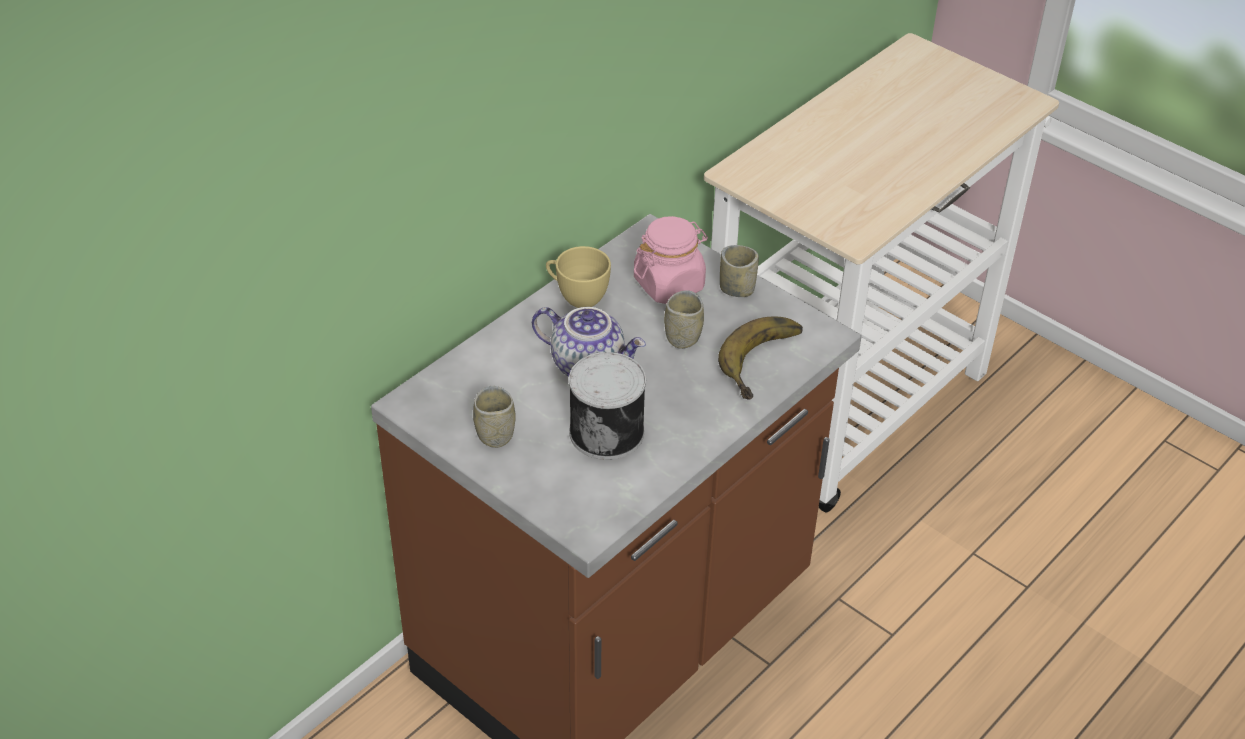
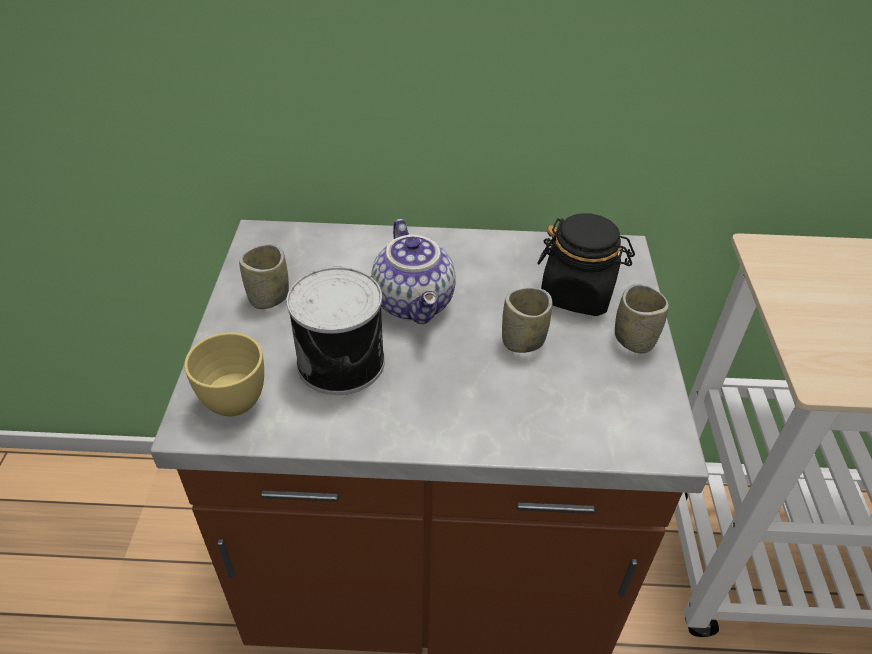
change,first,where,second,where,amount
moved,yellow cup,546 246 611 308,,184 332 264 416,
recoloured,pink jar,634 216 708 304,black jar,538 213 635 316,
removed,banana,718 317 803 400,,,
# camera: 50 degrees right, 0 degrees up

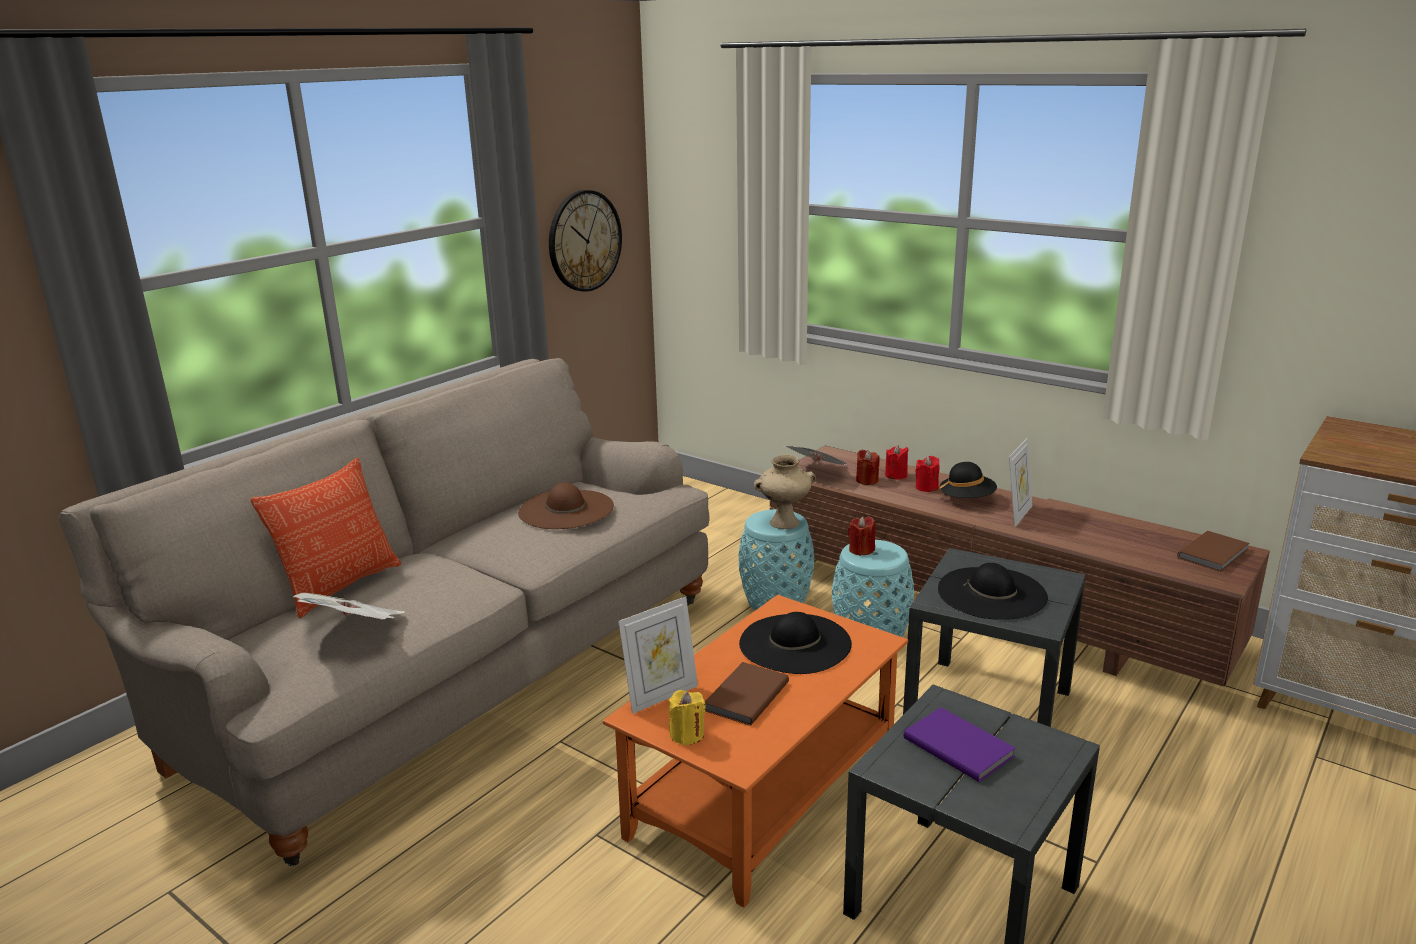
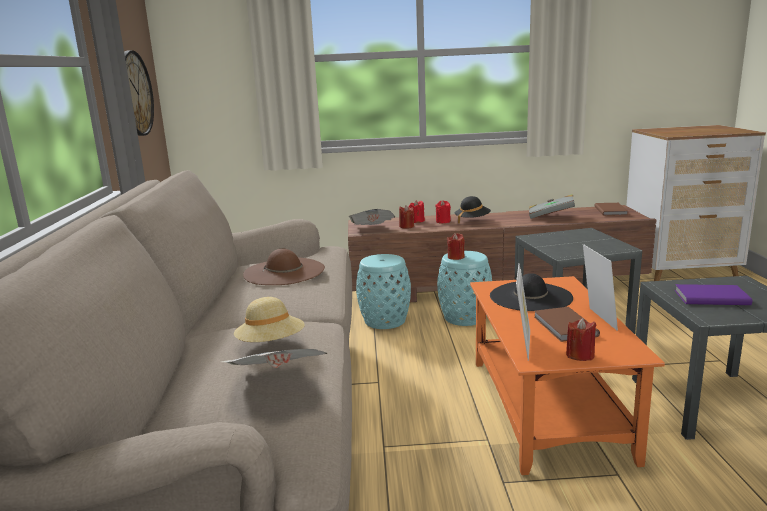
change,first,where,second,where,amount
removed,orange pillow,251 458 401 618,,,
recoloured,yellow candle,669 690 706 745,red candle,566 318 597 361,
removed,beige vase,754 455 816 529,,,
removed,black hat,938 563 1048 620,,,
moved,picture frame,1009 438 1032 527,,583 244 618 331,
added,,,beige hat,234 297 305 342,
added,,,grey book,529 194 575 219,
# camera: 40 degrees left, 5 degrees down

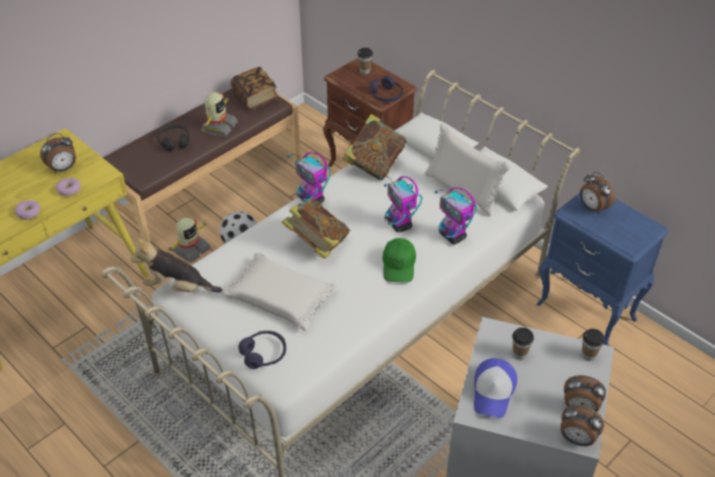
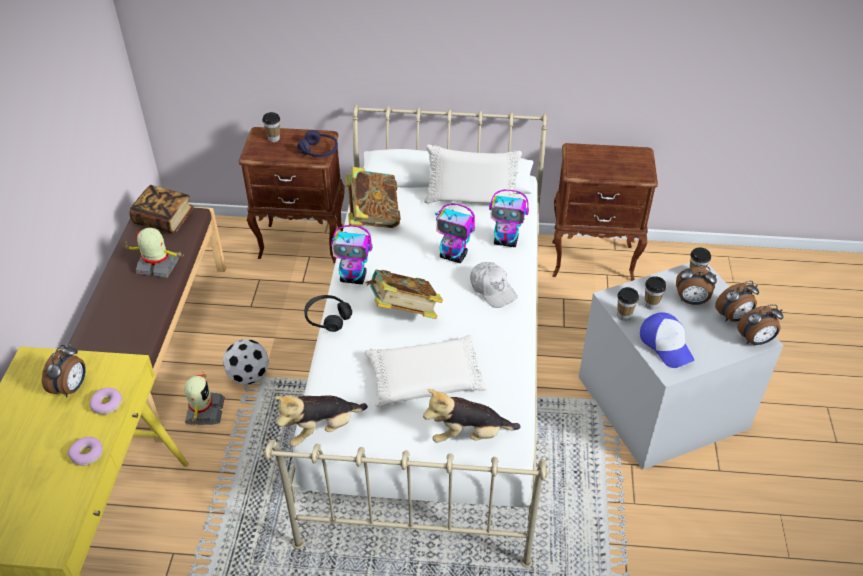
change,first,where,second,where,amount
moved,black headphones,157 124 189 152,,304 295 352 332,
turned,toy robot,201 92 238 137,,123 228 183 278,60 degrees counterclockwise
replaced,purple headphones,238 331 286 369,plush toy,423 389 521 443,
recoloured,green cap,382 238 416 282,white cap,470 262 517 308,
recoloured,blue nightstand,536 193 669 345,brown nightstand,552 143 658 281,
moved,alarm clock,580 172 615 214,,676 265 717 305,
added,,,cup,617 287 639 321,
# camera: 40 degrees left, 0 degrees up

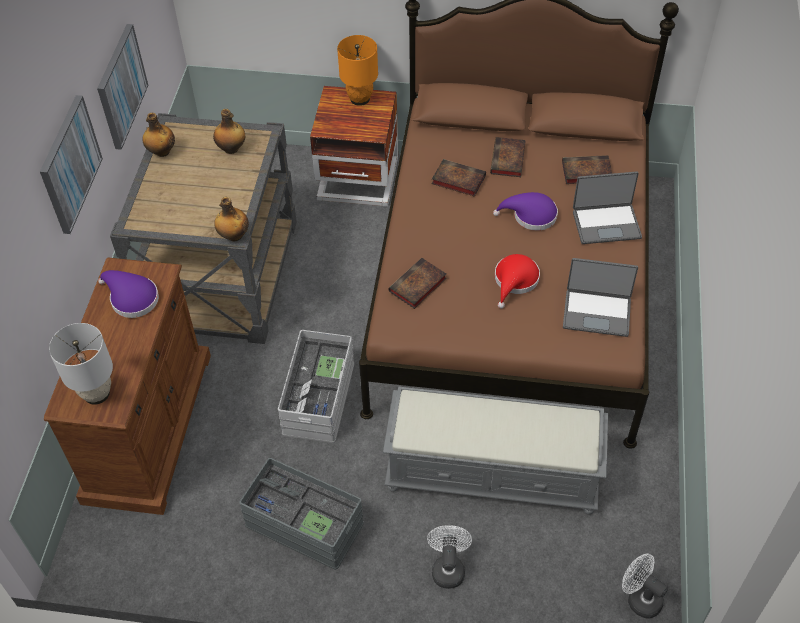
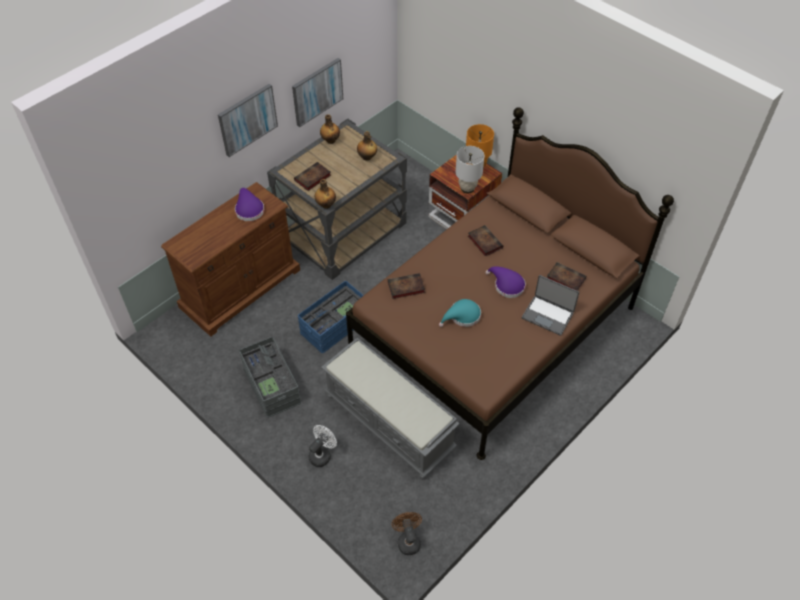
change,first,where,second,where,amount
moved,white table lamp,49 323 113 405,,455 146 484 194,
recoloured,grey storage box,278 330 354 443,blue storage box,298 281 364 353,
moved,book,490 137 526 177,,294 162 331 191,
recoloured,red hat,495 254 540 308,turquoise hat,439 299 481 327,
removed,laptop,563 258 638 337,,,
recoloured,white fan,622 553 668 618,brown fan,392 512 422 555,
# camera: 35 degrees right, 0 degrees up

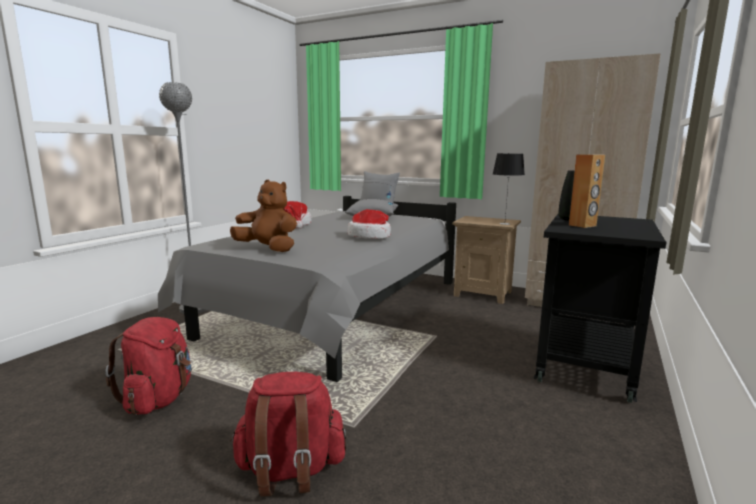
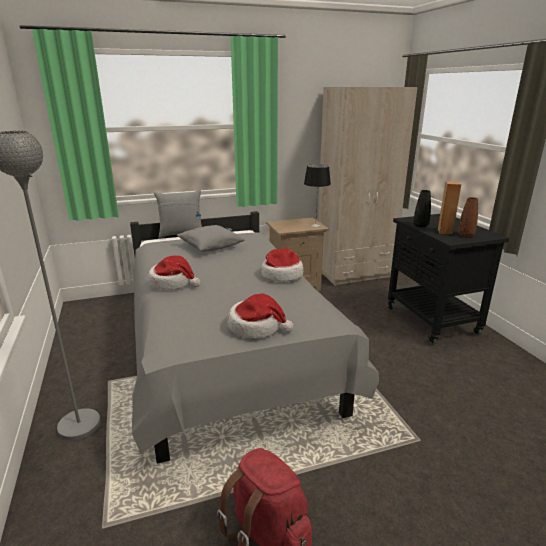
change,first,where,second,where,amount
replaced,brown plush toy,230 179 297 252,hat,228 293 293 339,
removed,red backpack,230 372 346 496,,,
added,,,brown vase,458 197 478 237,
# camera: 45 degrees left, 10 degrees up

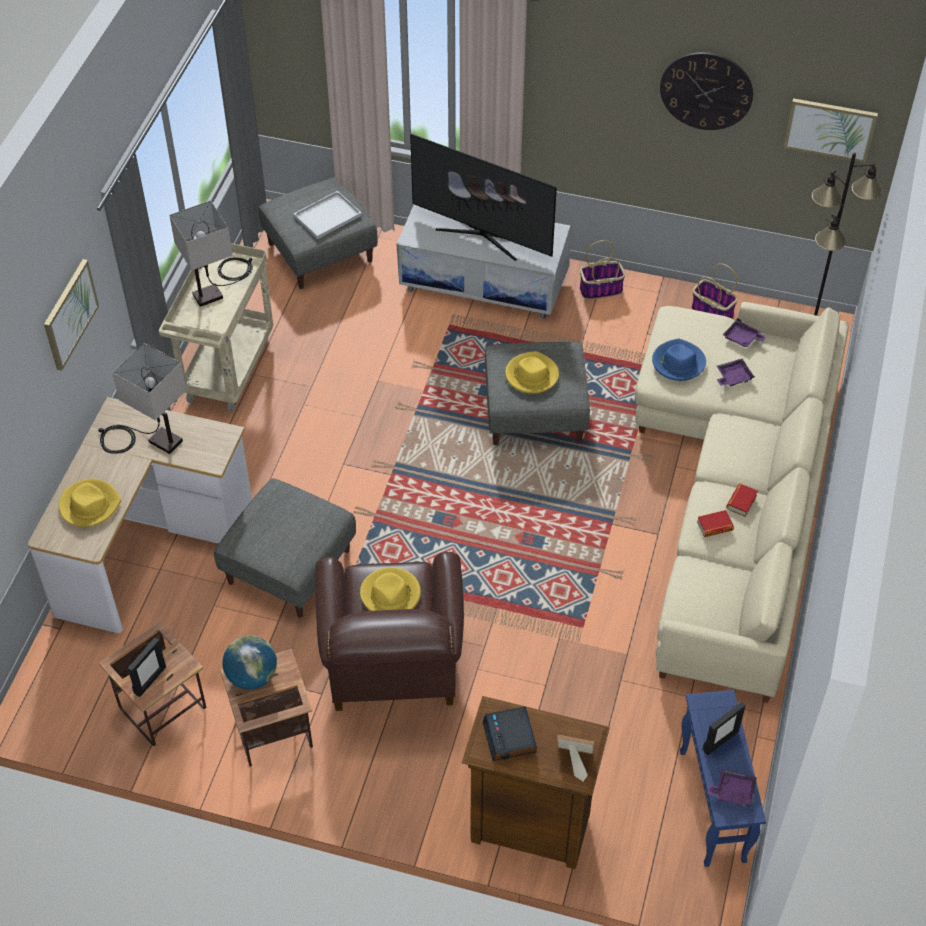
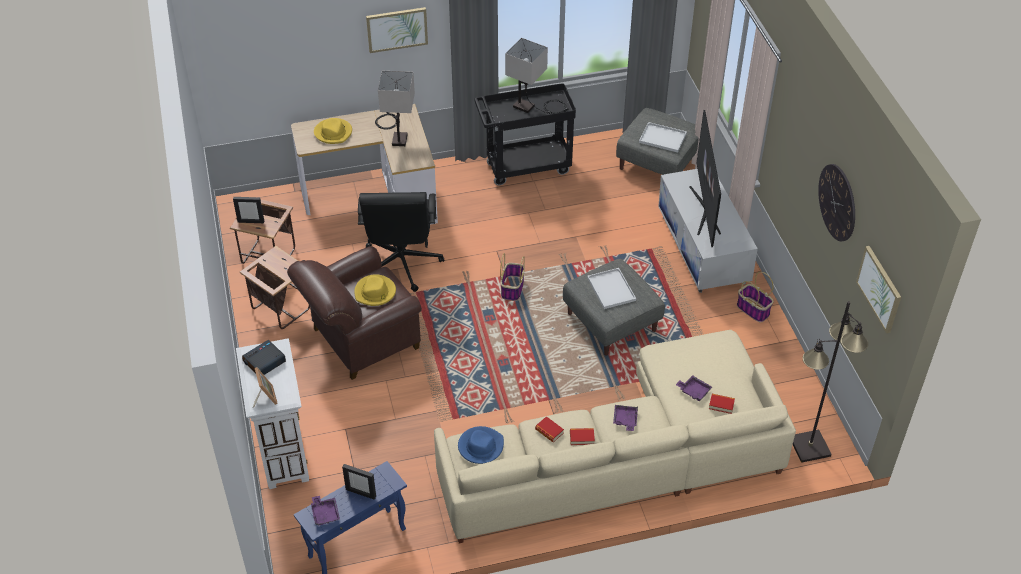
change,first,where,second,where,amount
recoloured,beige cart,159 243 273 412,black cart,475 84 576 185,
replaced,grey ottoman,214 478 356 618,black office chair,358 192 444 292,
removed,globe,223 635 277 690,,,
recoloured,brown cabinet,461 696 610 869,white cabinet,236 338 309 489,
replaced,yellow hat,505 351 559 394,white tray,587 268 636 309,
moved,blue hat,652 339 706 381,,458 426 504 464,
moved,basket,691 263 738 318,,500 253 525 301,
moved,purple tray,723 318 766 347,,613 405 638 431,
added,,,book,709 394 735 414,
# camera: 60 degrees right, 5 degrees down

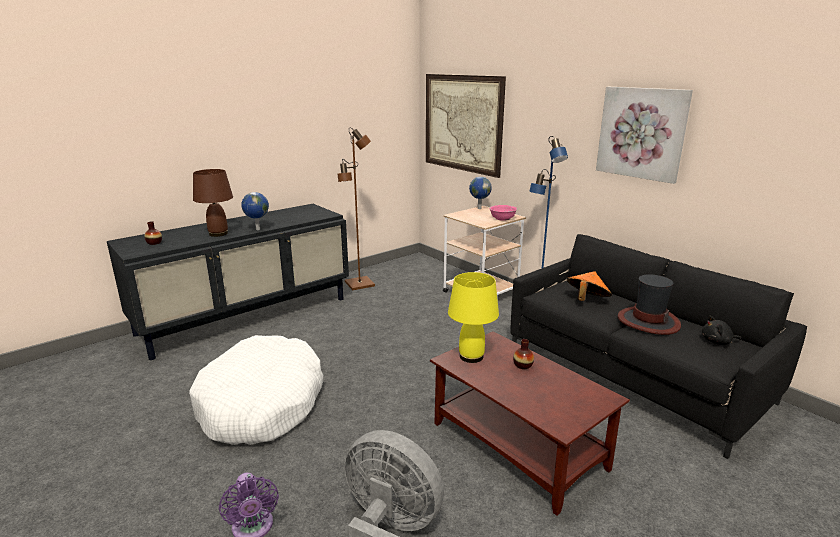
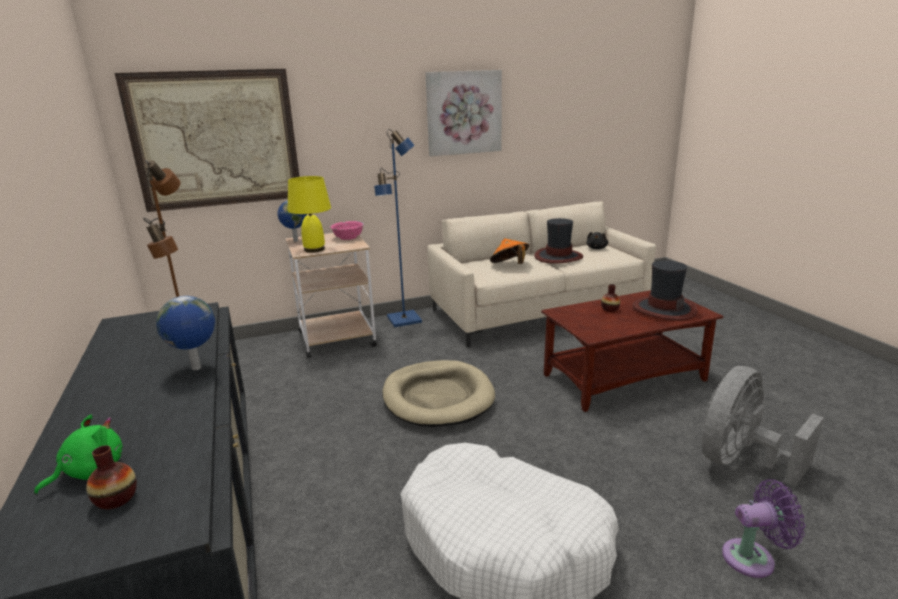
change,first,where,second,where,amount
removed,brown table lamp,193 169 233 237,,,
moved,yellow table lamp,448 272 499 363,,288 176 331 253,
recoloured,black sofa,510 234 807 459,beige sofa,428 201 656 347,
added,,,green plush toy,34 415 122 495,
added,,,beige dog bed,382 360 495 427,
added,,,hat,632 260 697 321,
# camera: 70 degrees left, 0 degrees up

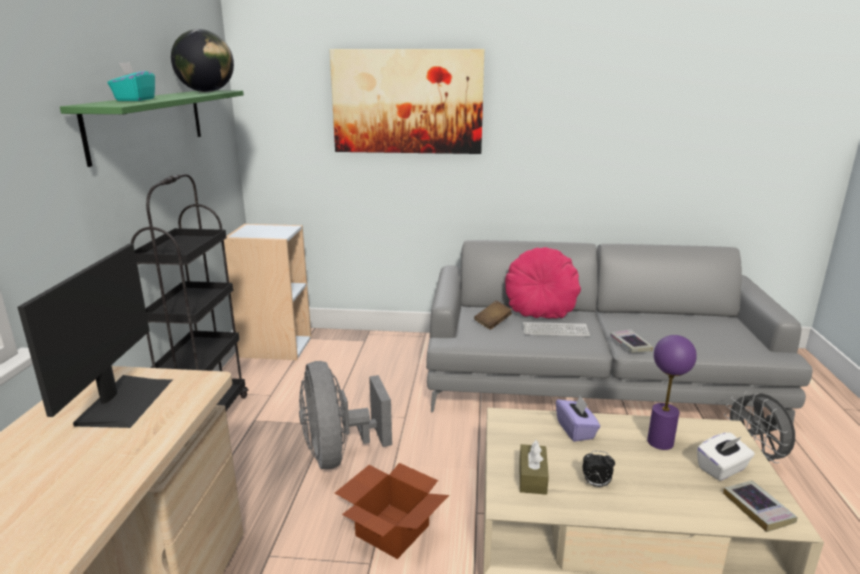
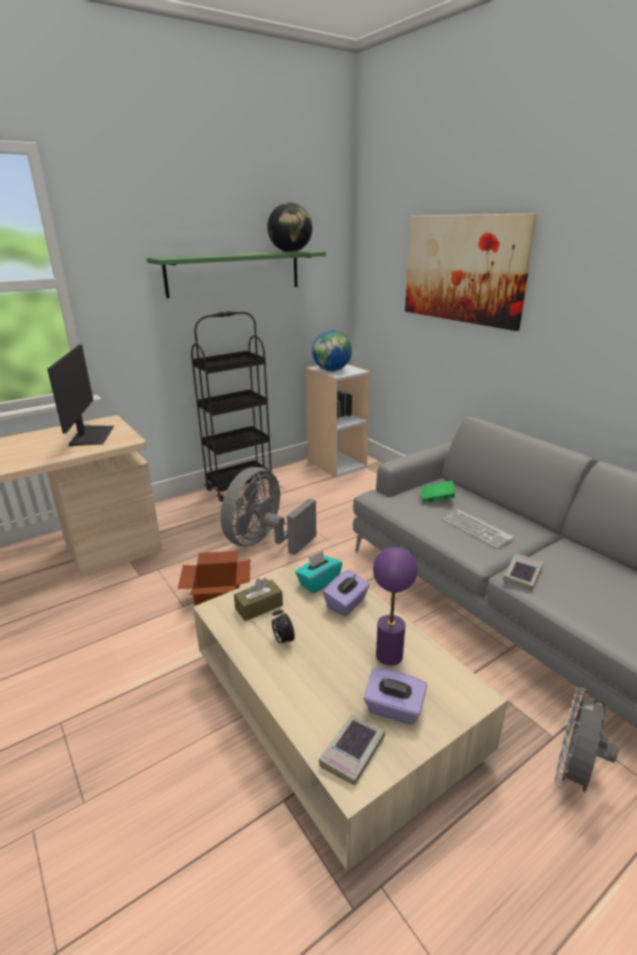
change,first,where,second,where,amount
turned,monitor,18 244 172 428,,47 344 114 446,60 degrees counterclockwise
moved,turquoise tissue box,108 62 155 101,,295 551 342 593,
recoloured,brown book,474 301 512 330,green book,421 481 455 503,
removed,pink pillow,505 247 581 318,,,
recoloured,white tissue box,697 433 755 481,purple tissue box,364 668 427 725,
added,,,globe,312 330 352 371,
# camera: 50 degrees right, 5 degrees up

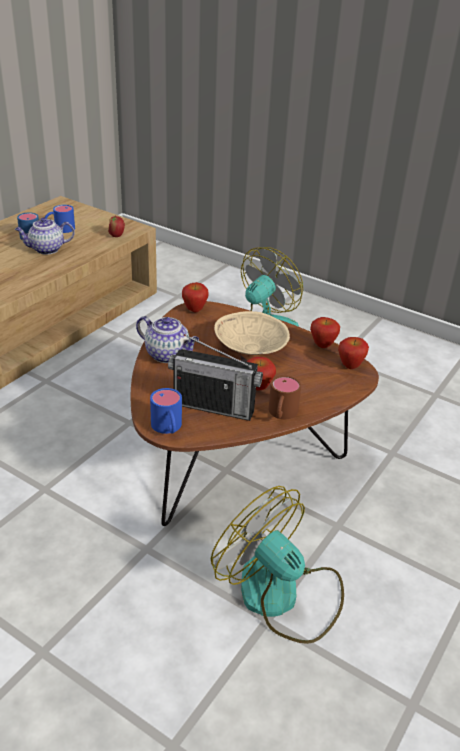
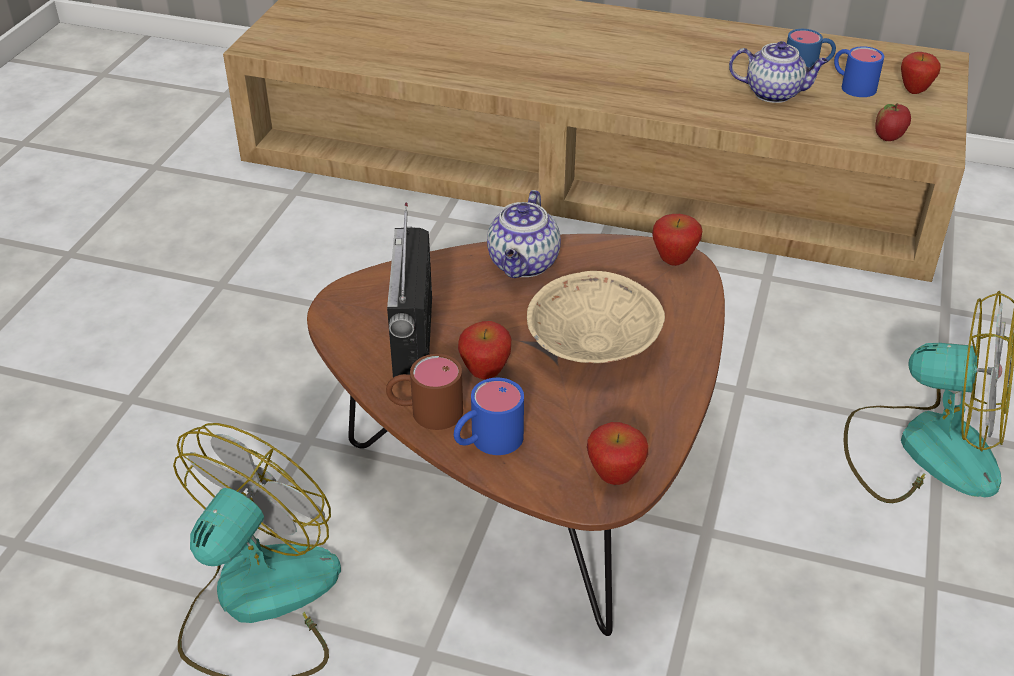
change,first,where,second,where,amount
turned,teapot,15 217 75 255,,729 41 829 103,135 degrees clockwise
moved,blue mug,150 388 182 434,,454 378 524 455,
moved,apple,310 317 340 348,,901 52 941 94,
# camera: 75 degrees right, 5 degrees up

